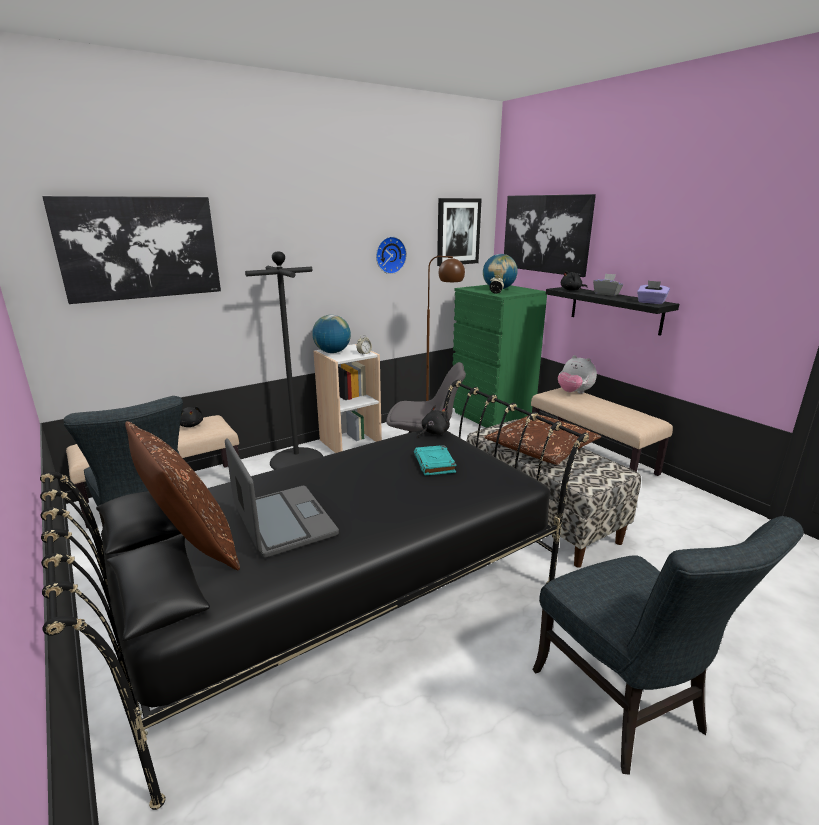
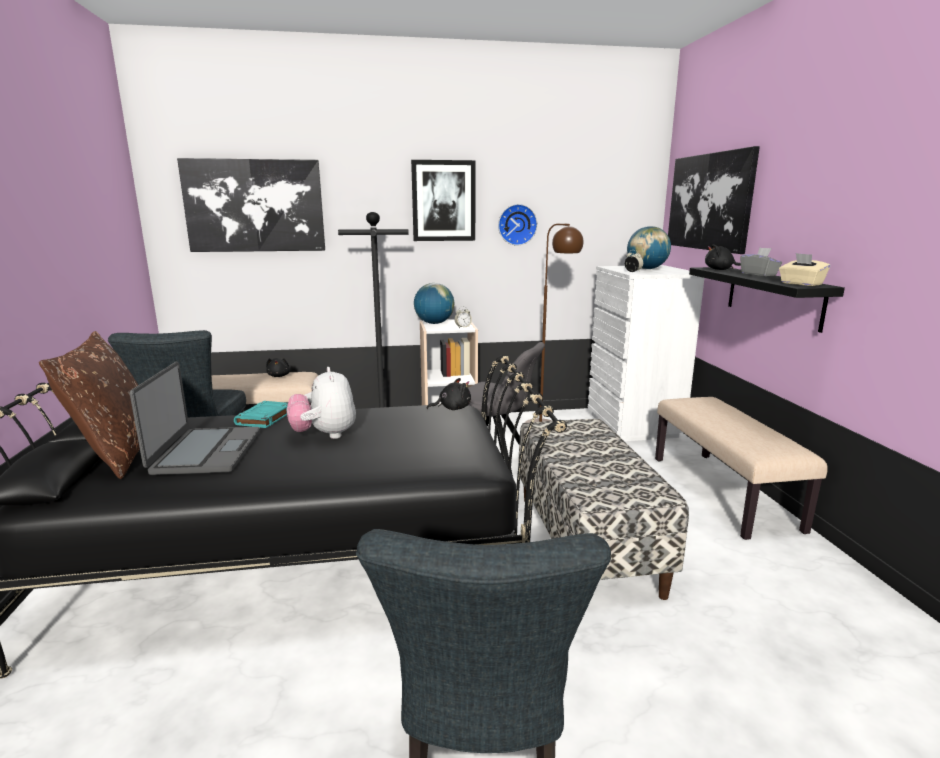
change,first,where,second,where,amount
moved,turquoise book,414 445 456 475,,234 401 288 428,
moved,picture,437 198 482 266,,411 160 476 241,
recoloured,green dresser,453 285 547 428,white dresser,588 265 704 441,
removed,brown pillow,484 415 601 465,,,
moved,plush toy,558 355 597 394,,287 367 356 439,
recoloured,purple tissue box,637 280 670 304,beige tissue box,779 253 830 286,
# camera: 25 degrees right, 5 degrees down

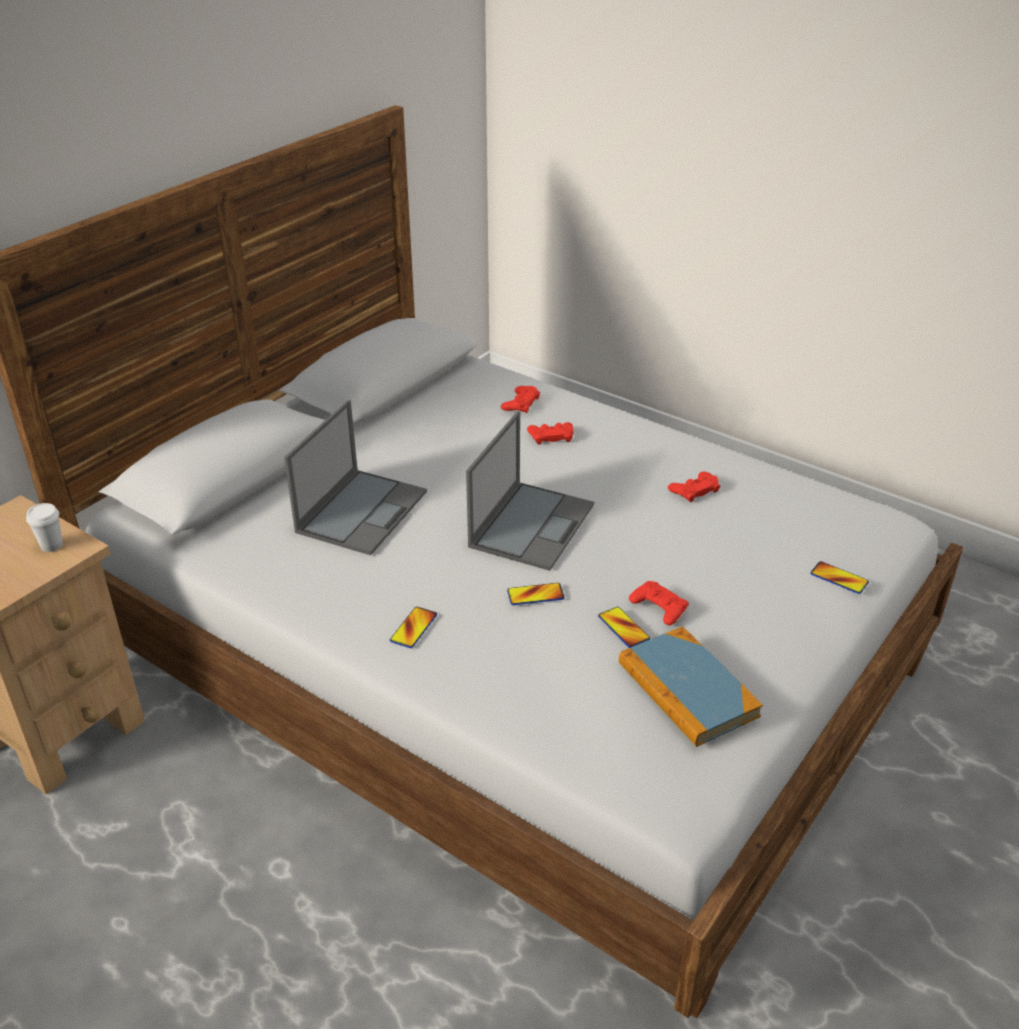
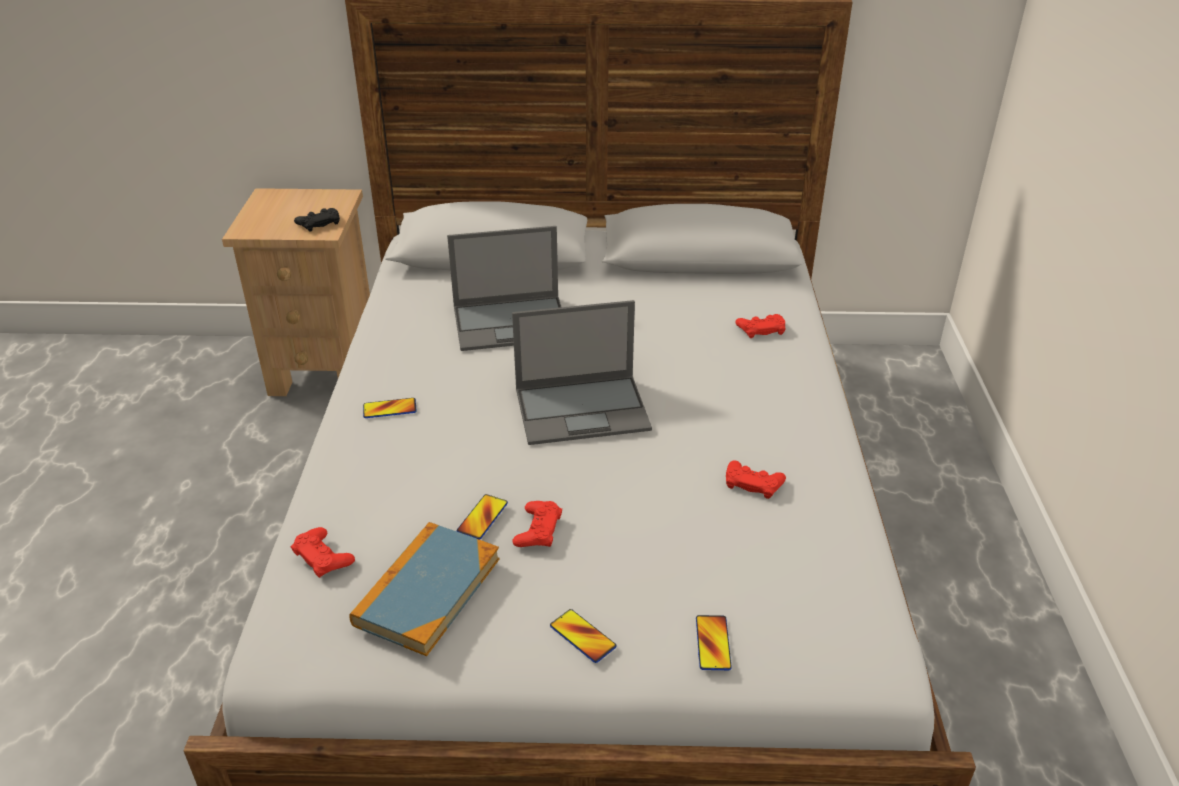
change,first,where,second,where,amount
replaced,white cup,26 503 63 552,black game controller,294 208 340 231,
moved,phone,507 583 565 605,,550 609 616 663,
moved,red game controller,527 422 574 445,,291 527 355 578,
# camera: 55 degrees right, 0 degrees up

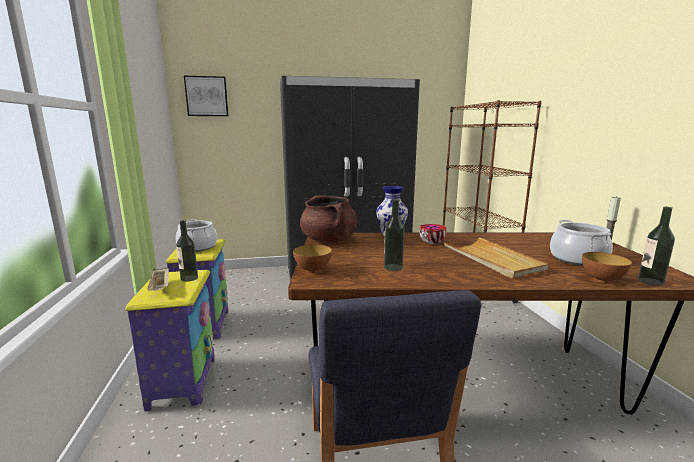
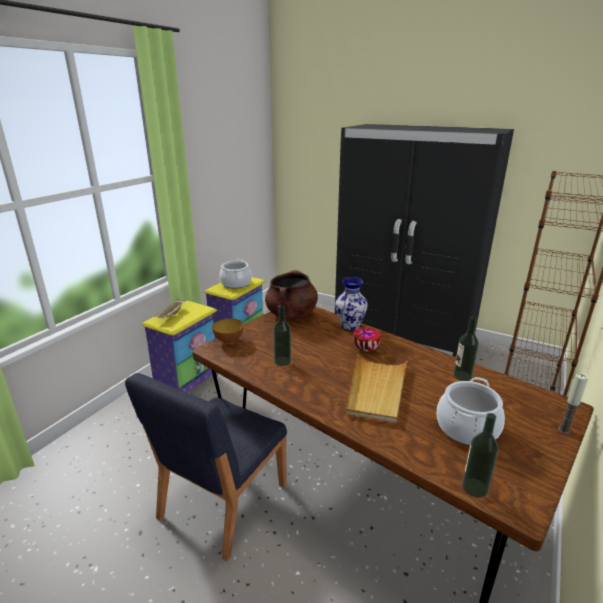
change,first,where,second,where,amount
moved,bottle,176 220 198 282,,454 317 479 381,
removed,picture,184 76 229 116,,,
removed,bowl,582 252 632 283,,,
# camera: 40 degrees right, 10 degrees up

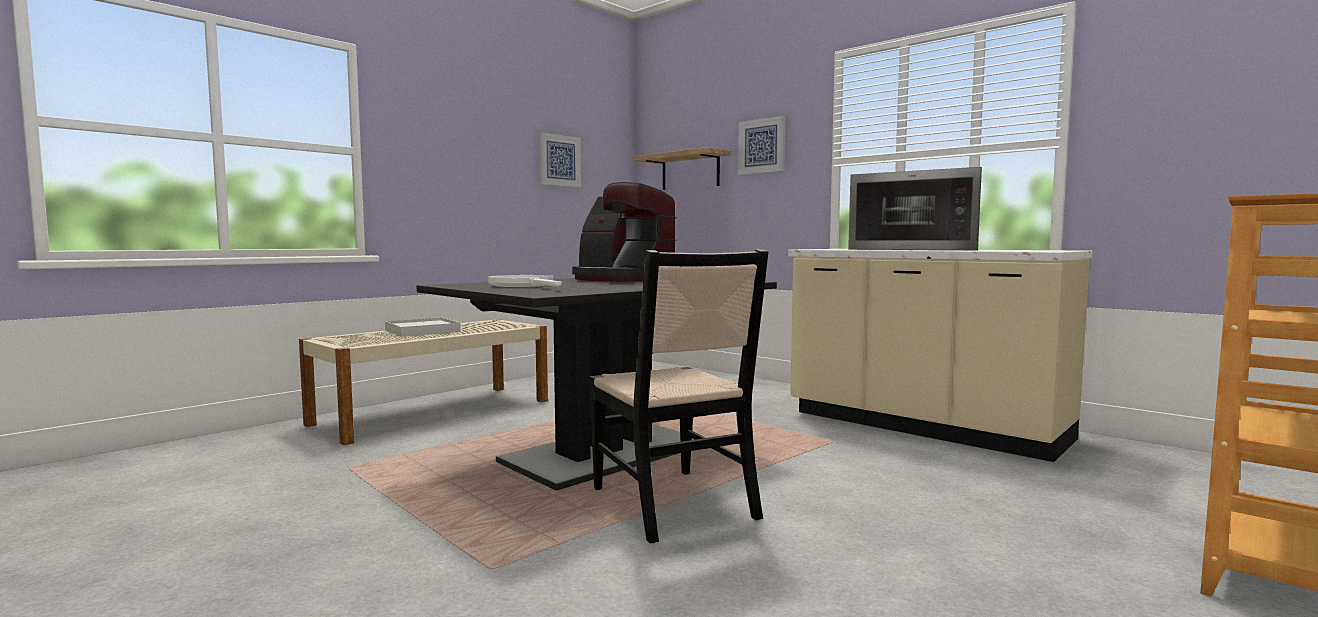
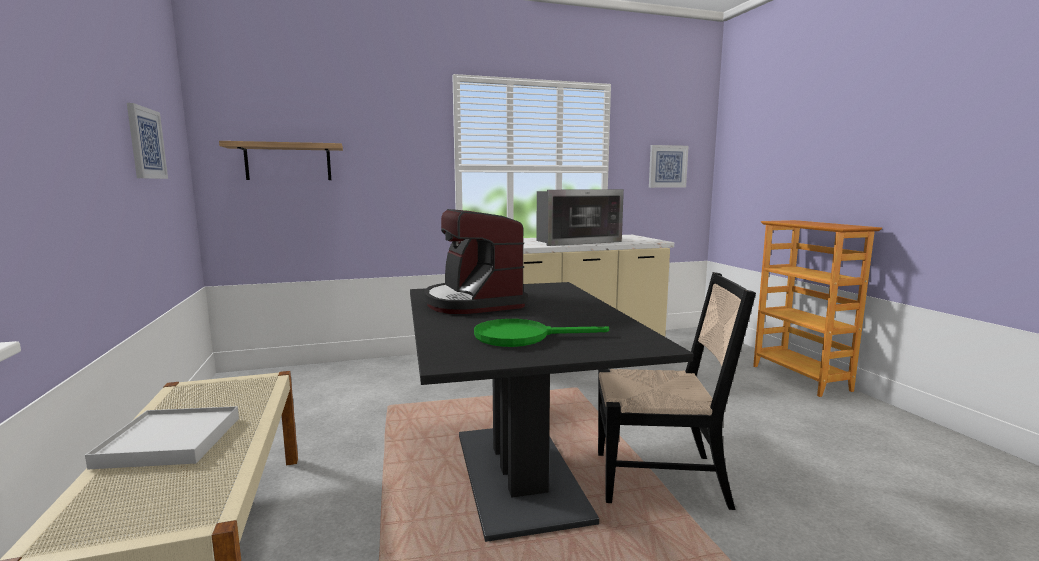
change,first,where,second,where,amount
recoloured,white frying pan,488 275 562 287,green frying pan,474 319 609 347,
turned,coffee machine,572 182 676 282,,424 209 528 314,90 degrees clockwise
moved,picture,738 116 785 175,,649 145 689 188,
# camera: 60 degrees left, 5 degrees up

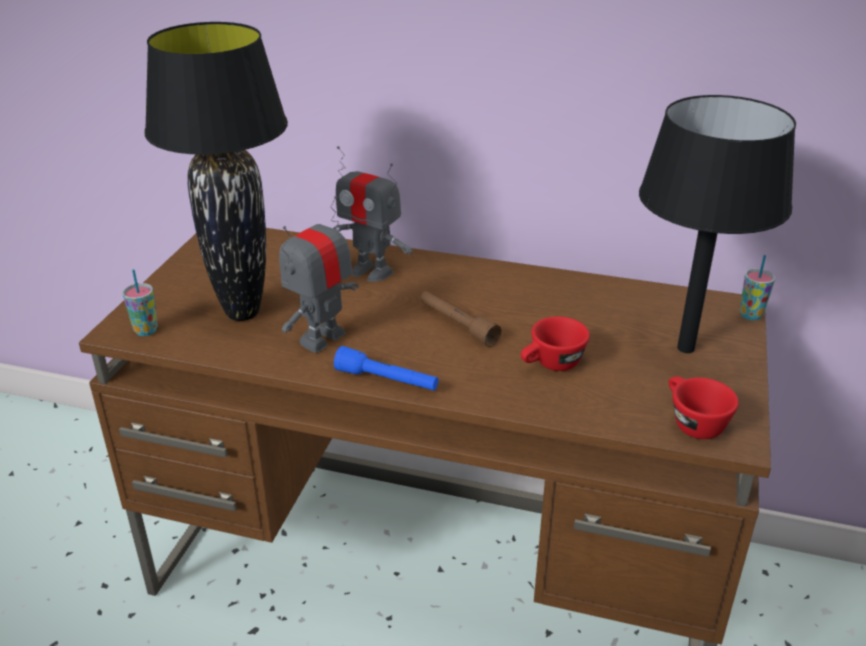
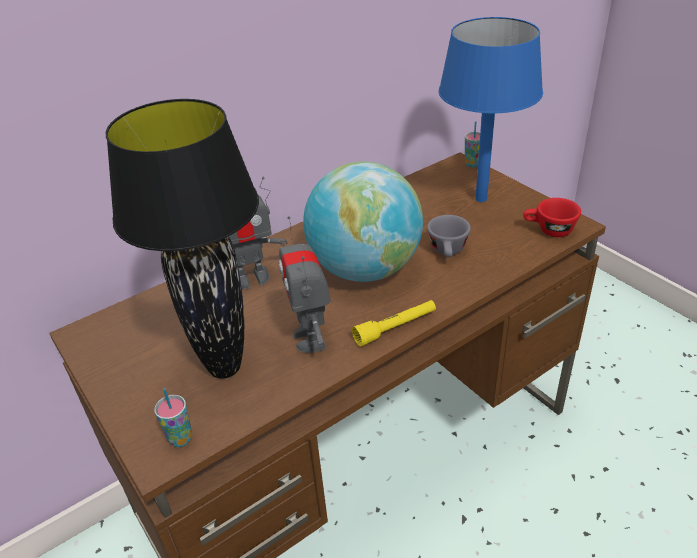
change,first,where,second,where,amount
recoloured,blue flashlight,334 346 438 391,yellow flashlight,352 300 436 347,
replaced,brown flashlight,420 291 501 347,globe,303 162 423 282,
recoloured,red cup,521 316 590 371,grey cup,427 215 471 258,
recoloured,black table lamp,639 95 796 353,blue table lamp,439 17 543 202,
# camera: 50 degrees left, 5 degrees up

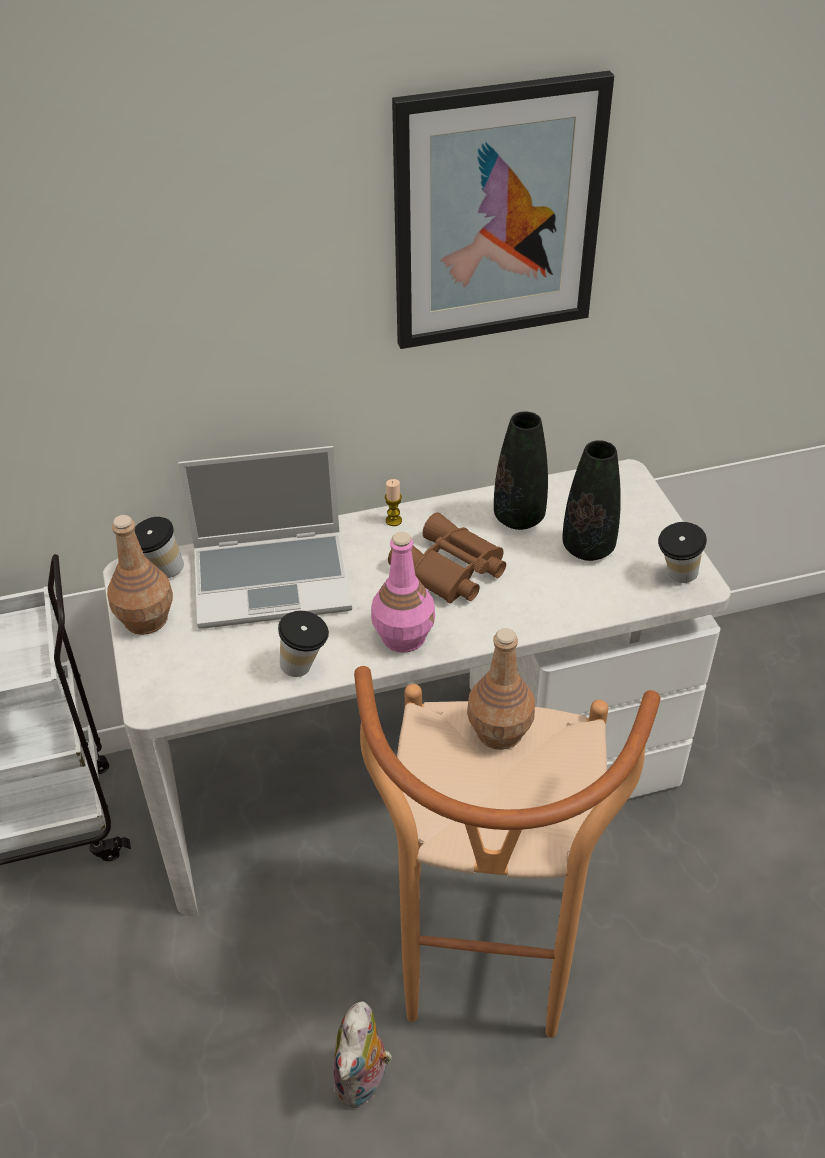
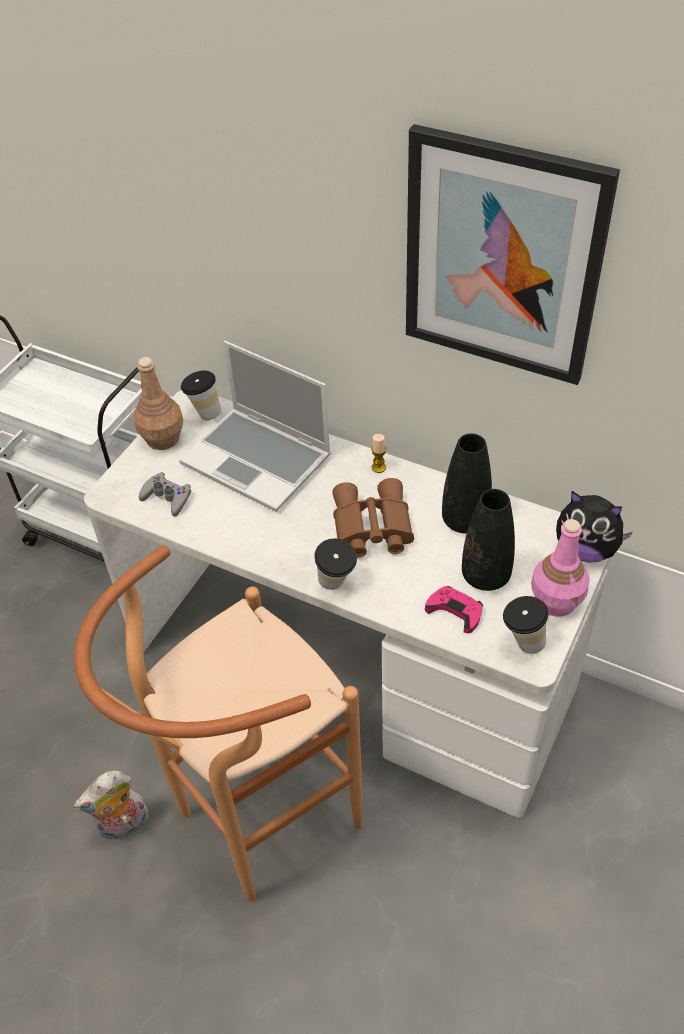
change,first,where,second,where,amount
moved,cup,278 611 329 677,,314 538 357 590,
moved,pink bottle,371 532 435 653,,531 519 590 617,
removed,brown bottle,467 628 535 750,,,
added,,,grey game controller,139 472 191 517,
added,,,pink game controller,425 586 483 633,
added,,,plush toy,556 491 633 563,
# camera: 45 degrees right, 5 degrees up

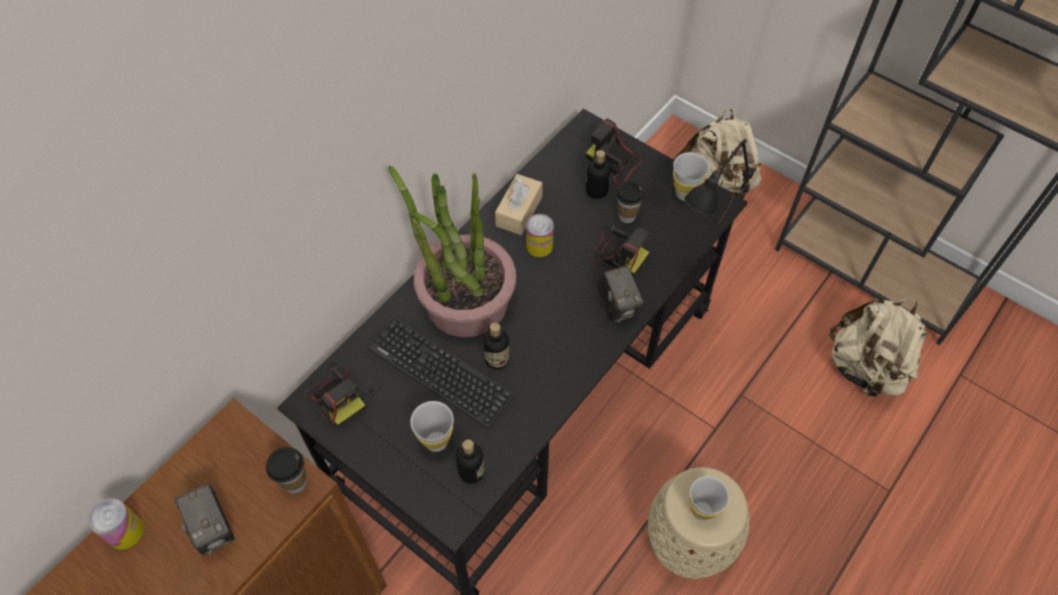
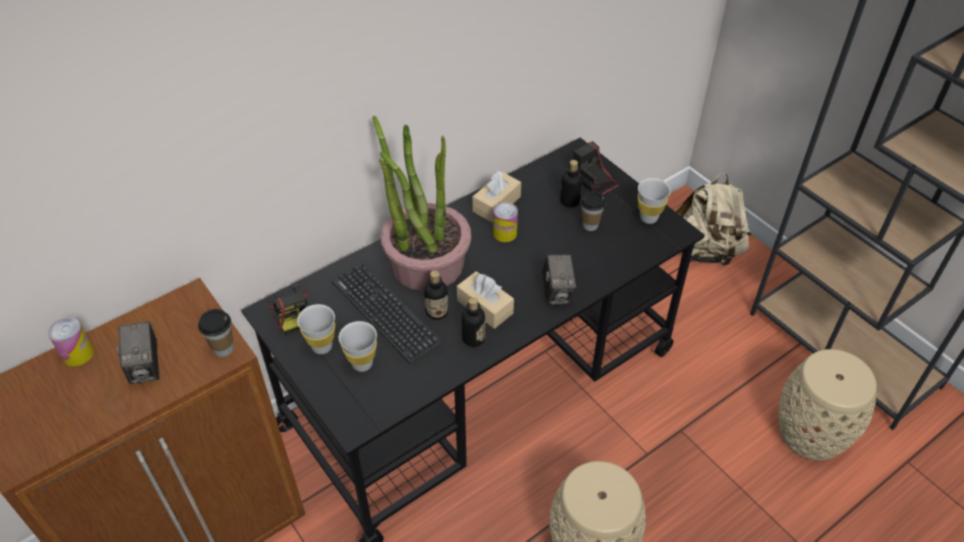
change,first,where,second,where,amount
moved,bottle,456 439 485 484,,462 297 485 347,
removed,photo camera,588 226 649 277,,,
removed,black table lamp,684 139 754 224,,,
moved,white cup,689 476 730 521,,297 304 335 354,
replaced,beige backpack,830 298 927 397,beige stool,778 349 877 461,
added,,,beige tissue box,457 271 514 329,
# camera: 15 degrees right, 10 degrees down

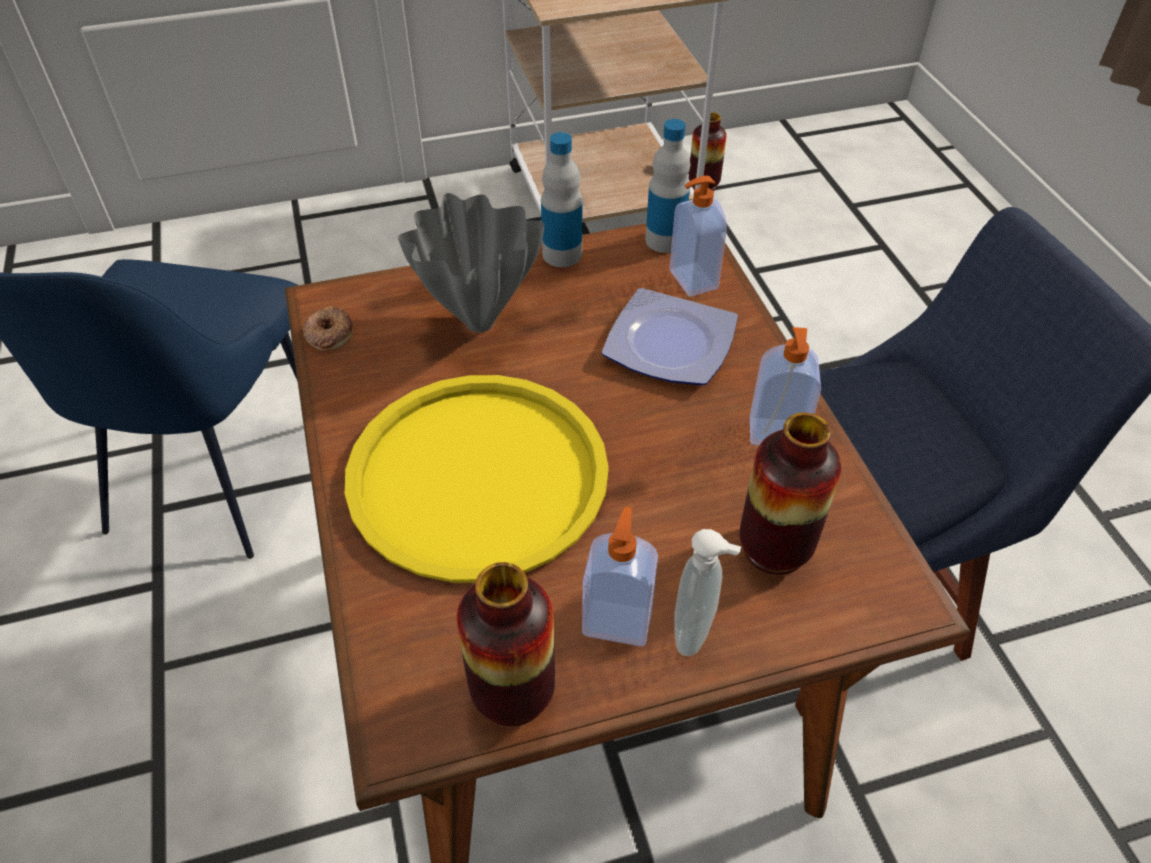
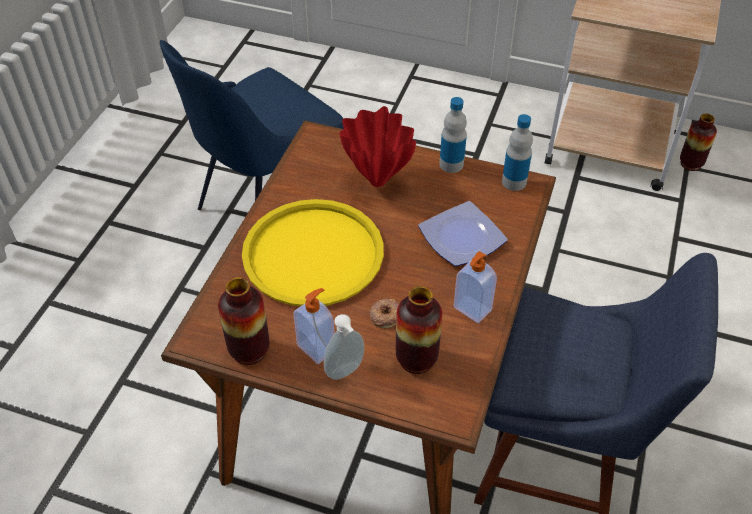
change,first,where,second,where,amount
moved,donut,303 306 353 351,,370 298 399 328,
recoloured,grey vase,398 193 544 332,red vase,339 106 416 187,
removed,soap dispenser,670 176 727 297,,,
# camera: 35 degrees right, 0 degrees up

